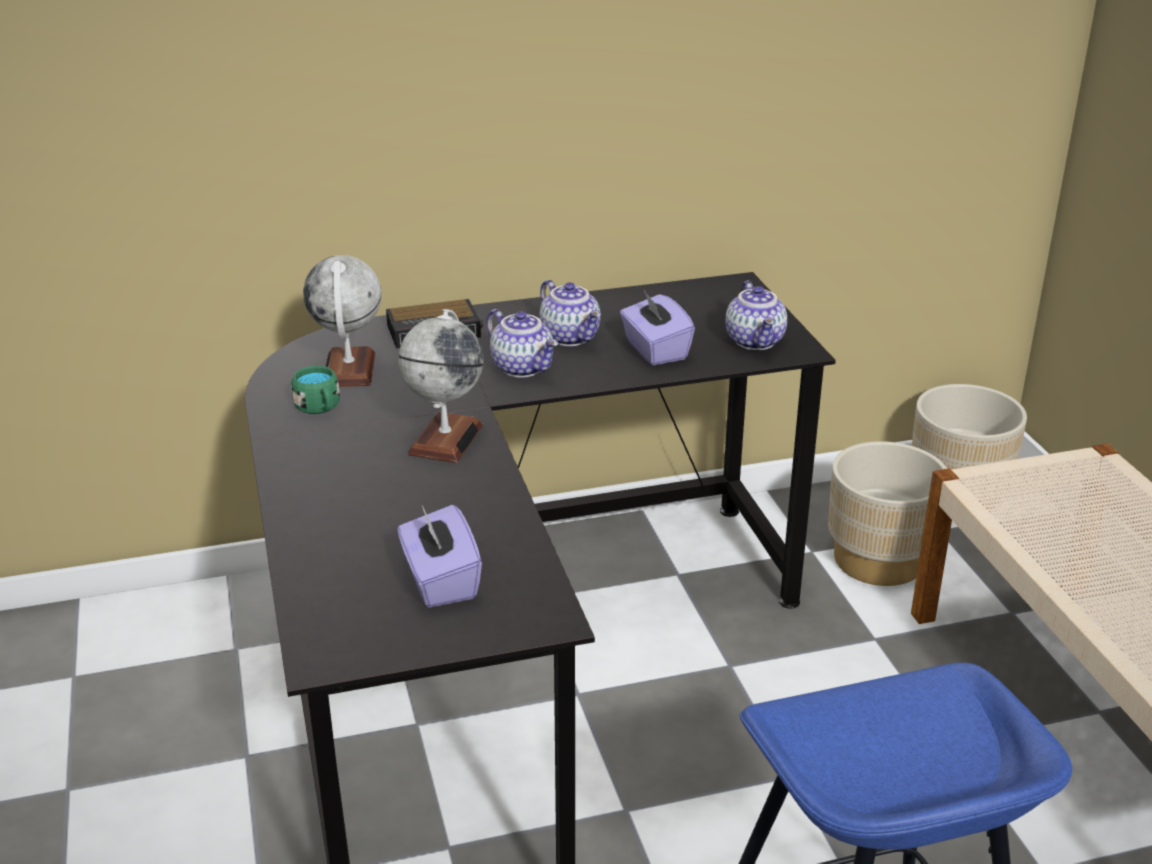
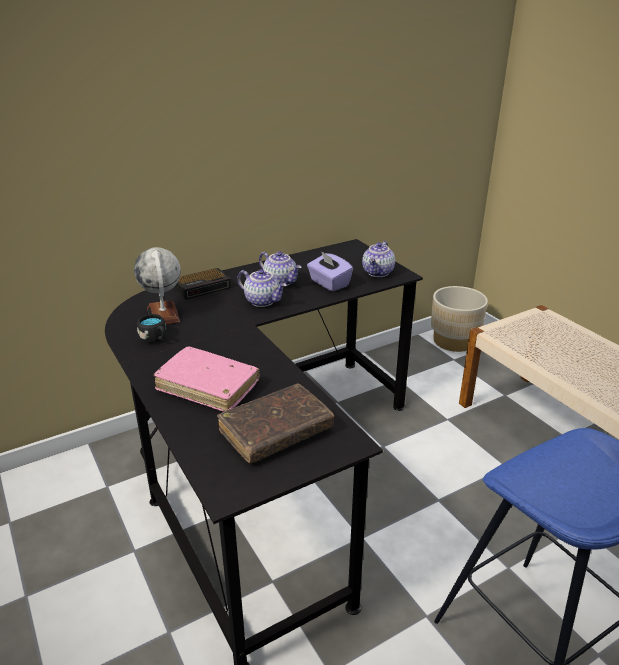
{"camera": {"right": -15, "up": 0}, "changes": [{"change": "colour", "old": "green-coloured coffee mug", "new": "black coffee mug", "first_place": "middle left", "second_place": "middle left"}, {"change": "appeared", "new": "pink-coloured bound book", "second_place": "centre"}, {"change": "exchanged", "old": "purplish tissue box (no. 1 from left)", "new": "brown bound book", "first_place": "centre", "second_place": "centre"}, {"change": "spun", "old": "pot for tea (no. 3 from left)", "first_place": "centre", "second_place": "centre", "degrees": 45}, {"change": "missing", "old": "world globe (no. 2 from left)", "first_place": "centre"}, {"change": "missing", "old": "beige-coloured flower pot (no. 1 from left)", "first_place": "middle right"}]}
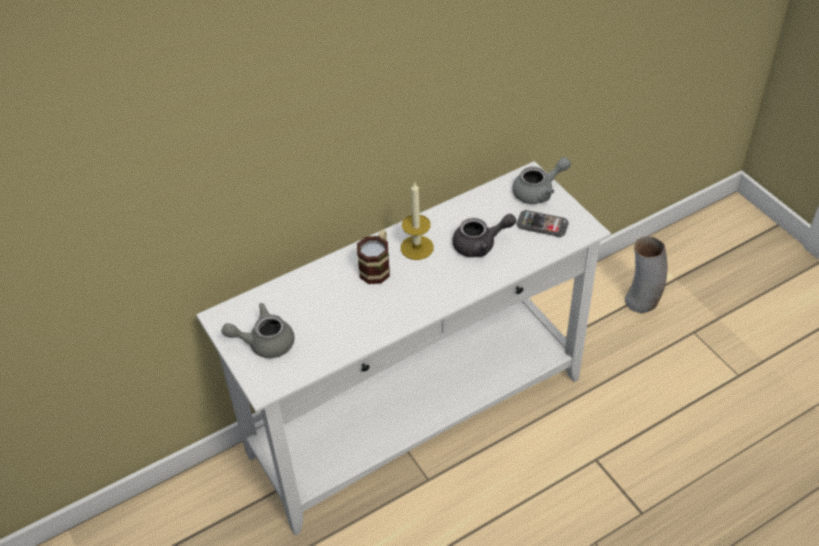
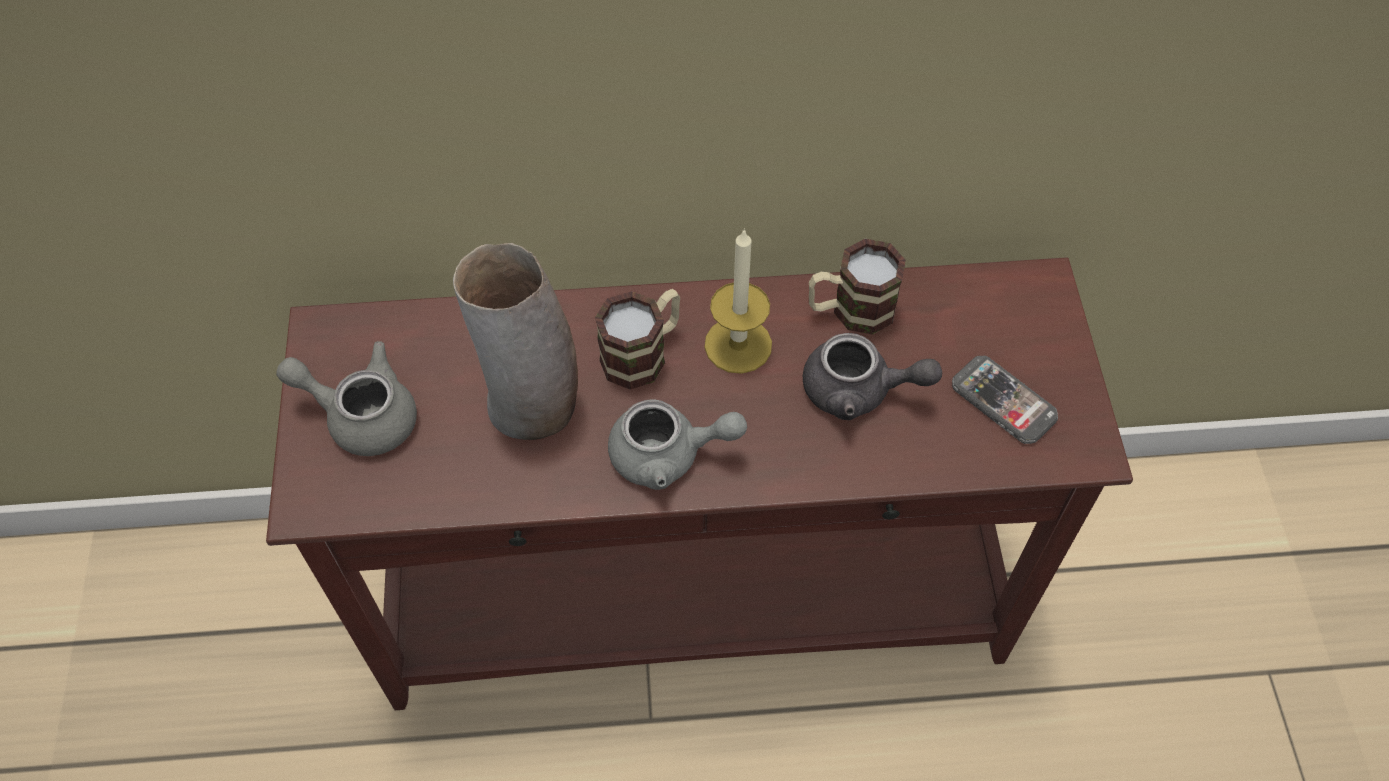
{"camera": {"right": 25, "up": 10}, "changes": [{"change": "colour", "old": "white-coloured hall table", "new": "brown hall table", "first_place": "centre", "second_place": "centre"}, {"change": "relocated", "old": "decorative vase", "first_place": "middle right", "second_place": "centre"}, {"change": "relocated", "old": "greyish pot for tea (no. 3 from left in the first image)", "new": "greyish pot for tea (no. 2 from left)", "first_place": "top centre", "second_place": "centre"}, {"change": "appeared", "new": "coffee mug (no. 2 from left)", "second_place": "centre"}]}
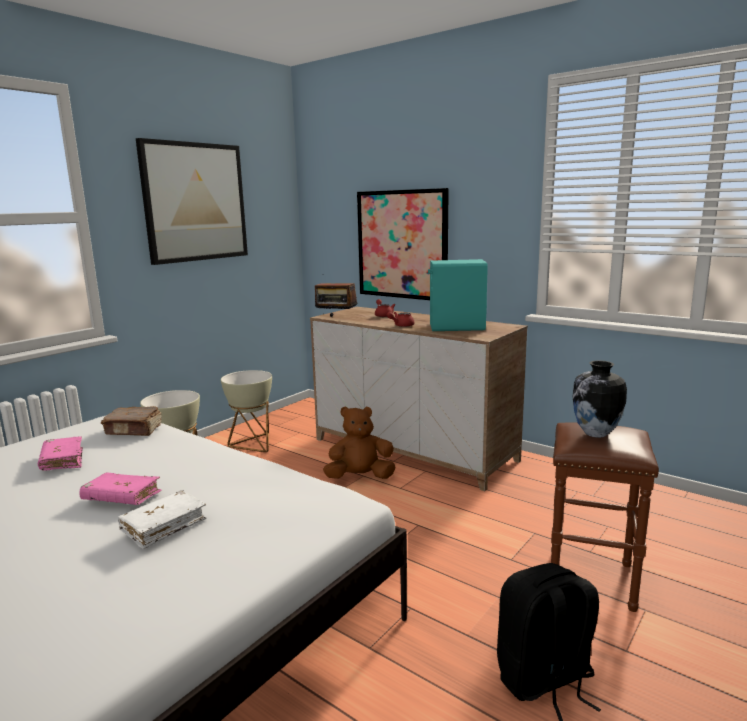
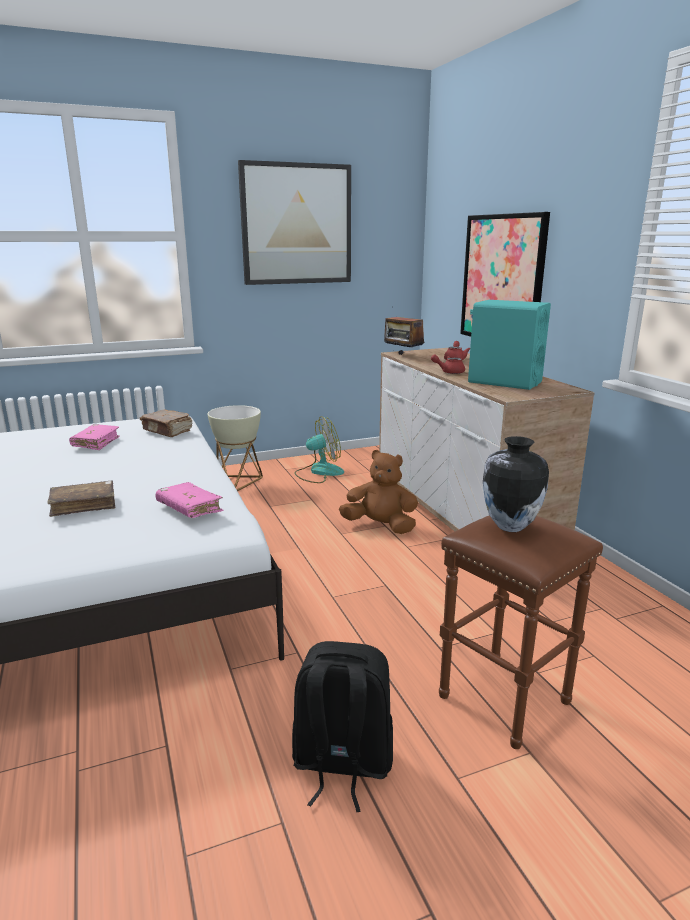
{"camera": {"right": 30, "up": 5}, "changes": [{"change": "colour", "old": "white-coloured bound book", "new": "brown bound book (no. 1 from left)", "first_place": "bottom left", "second_place": "middle left"}, {"change": "relocated", "old": "pink-coloured bound book (no. 2 from left)", "first_place": "bottom left", "second_place": "middle left"}, {"change": "exchanged", "old": "flower pot (no. 2 from left)", "new": "cooling fan", "first_place": "middle left", "second_place": "centre"}]}
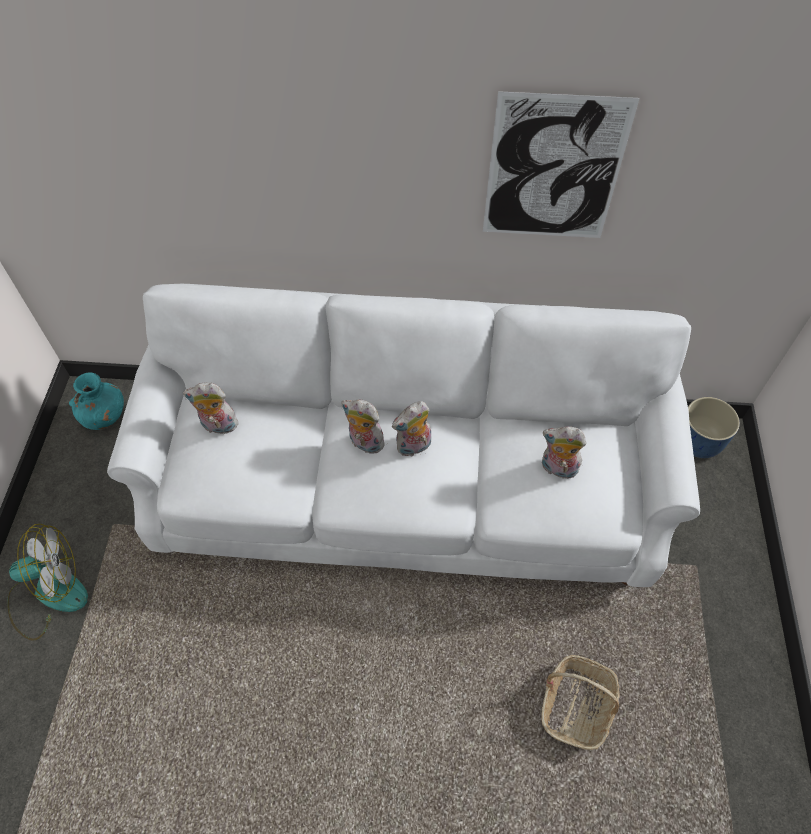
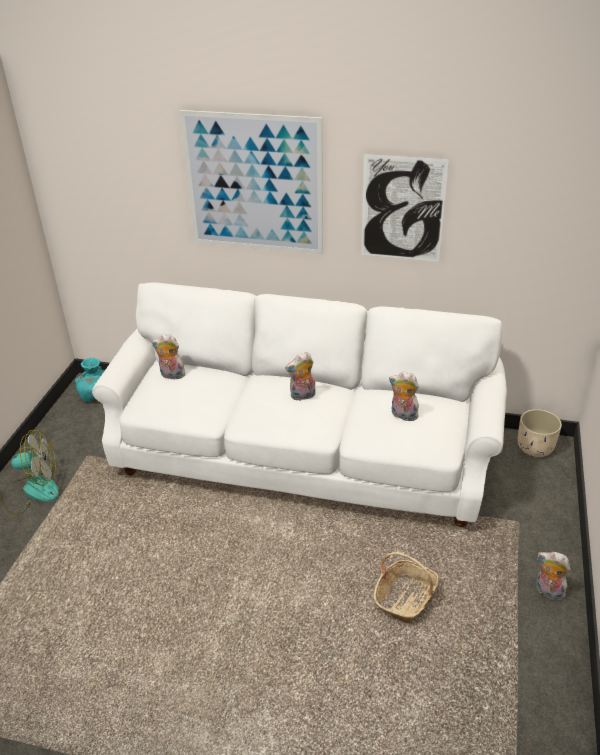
{"camera": {"right": 10, "up": -20}, "changes": [{"change": "appeared", "new": "wall art (no. 1 from left)", "second_place": "top centre"}, {"change": "colour", "old": "blue flower pot", "new": "beige-coloured flower pot", "first_place": "middle right", "second_place": "middle right"}, {"change": "relocated", "old": "cuddly toy (no. 2 from left in the first image)", "new": "cuddly toy (no. 4 from left)", "first_place": "centre", "second_place": "bottom right"}]}
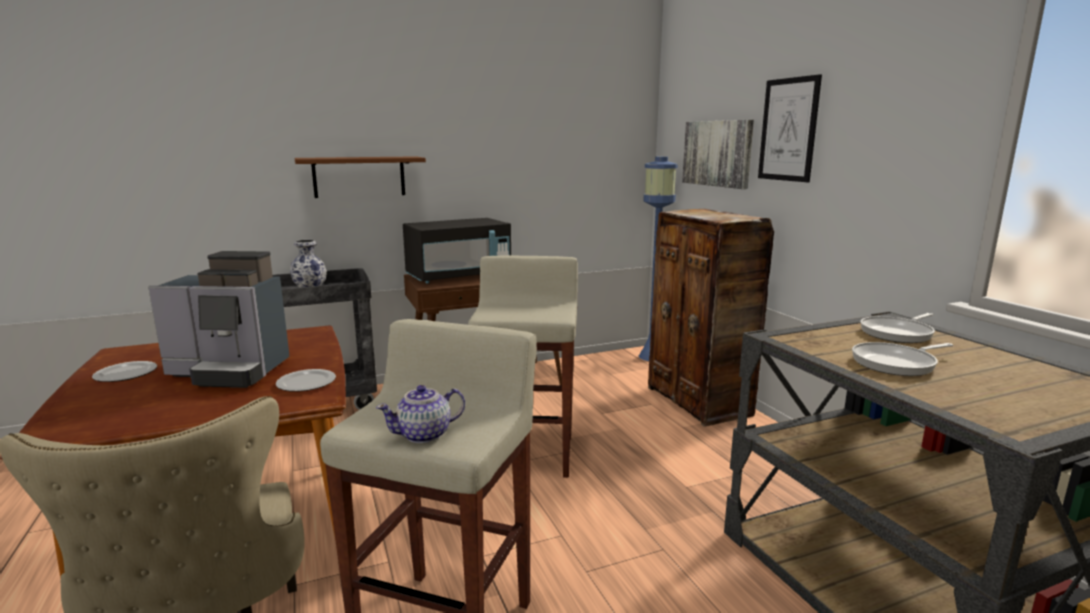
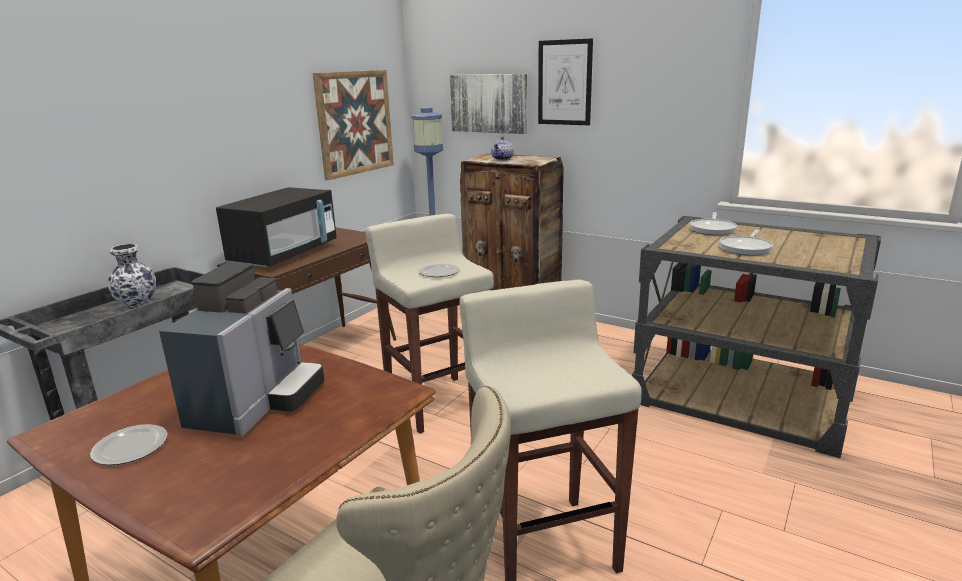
{"camera": {"right": -35, "up": 5}, "changes": [{"change": "spun", "old": "coffee maker", "first_place": "middle left", "second_place": "middle left", "degrees": -45}, {"change": "appeared", "new": "wall art (no. 1 from left)", "second_place": "top centre"}, {"change": "relocated", "old": "plate (no. 2 from left)", "first_place": "middle left", "second_place": "centre"}, {"change": "relocated", "old": "pot for tea", "first_place": "bottom centre", "second_place": "top centre"}, {"change": "missing", "old": "brown bracket shelf", "first_place": "top left"}]}
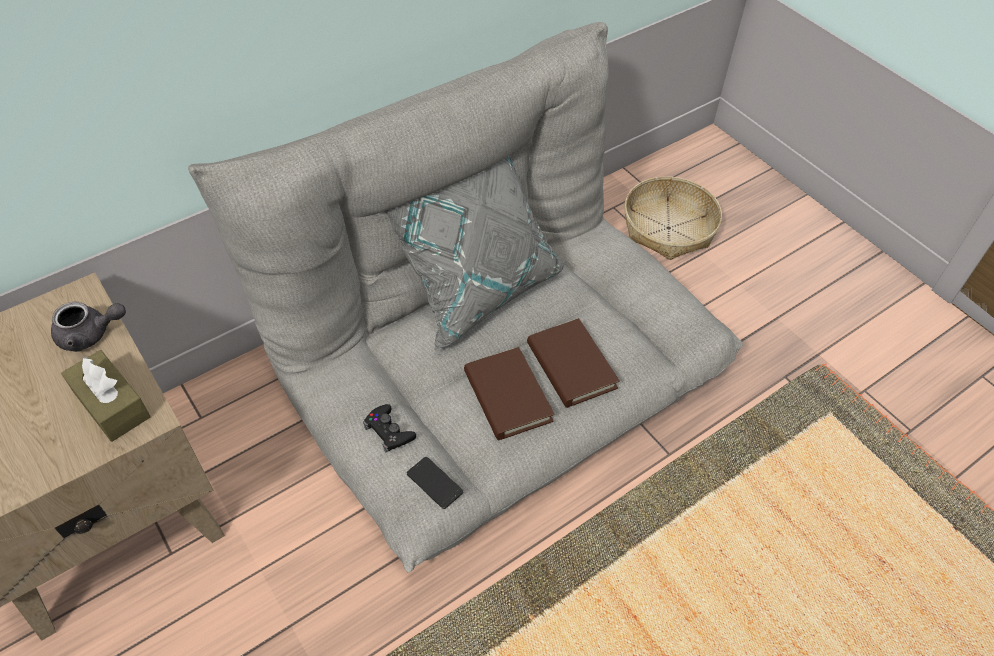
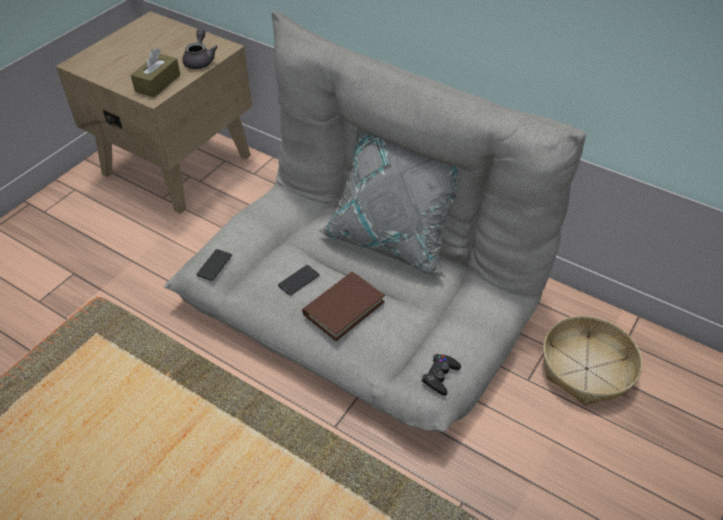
{"camera": {"right": 70, "up": -5}, "changes": [{"change": "spun", "old": "greyish pot for tea", "first_place": "middle left", "second_place": "top left", "degrees": -150}, {"change": "exchanged", "old": "brown bound book (no. 1 from left)", "new": "telephone (no. 2 from left)", "first_place": "centre", "second_place": "centre"}, {"change": "relocated", "old": "black joypad", "first_place": "centre", "second_place": "bottom centre"}]}
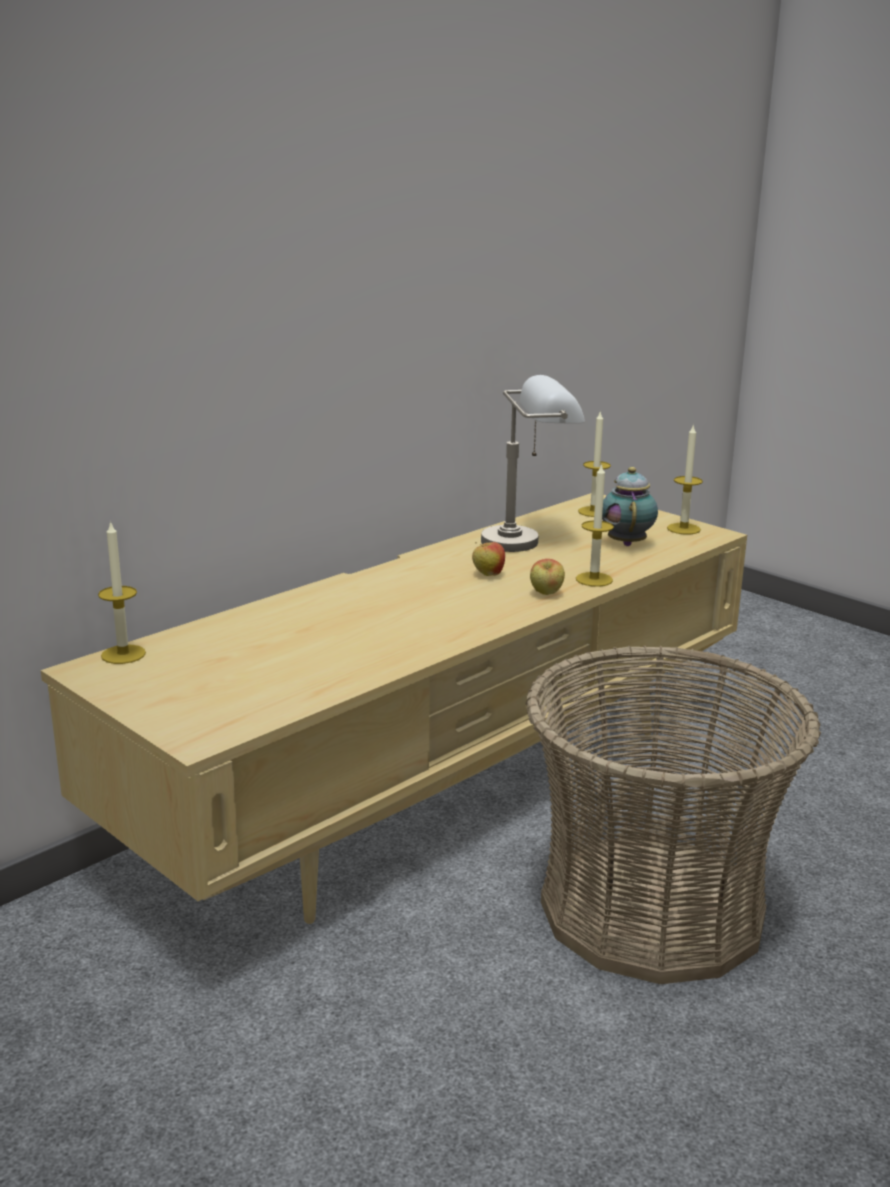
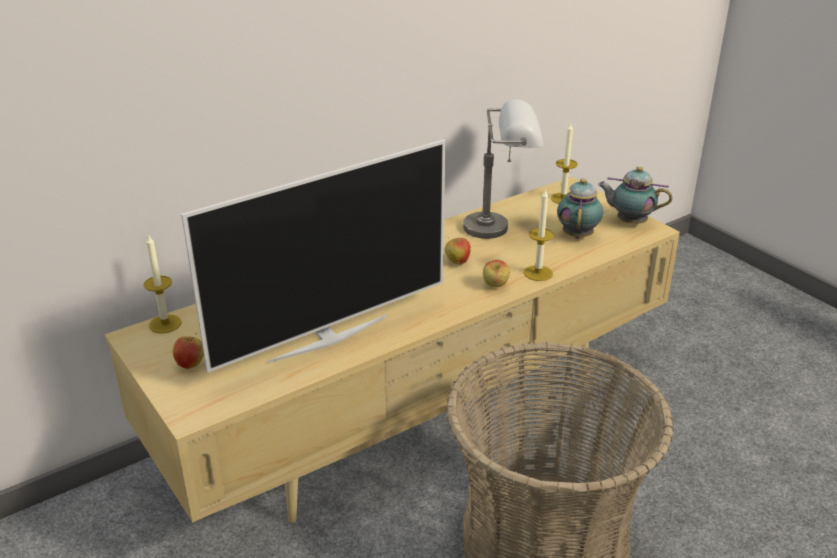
{"camera": {"right": 10, "up": 10}, "changes": [{"change": "appeared", "new": "whole apple (no. 1 from left)", "second_place": "middle left"}, {"change": "appeared", "new": "TV set", "second_place": "centre"}, {"change": "exchanged", "old": "wax candle (no. 4 from left)", "new": "pot for tea (no. 2 from left)", "first_place": "middle right", "second_place": "middle right"}]}
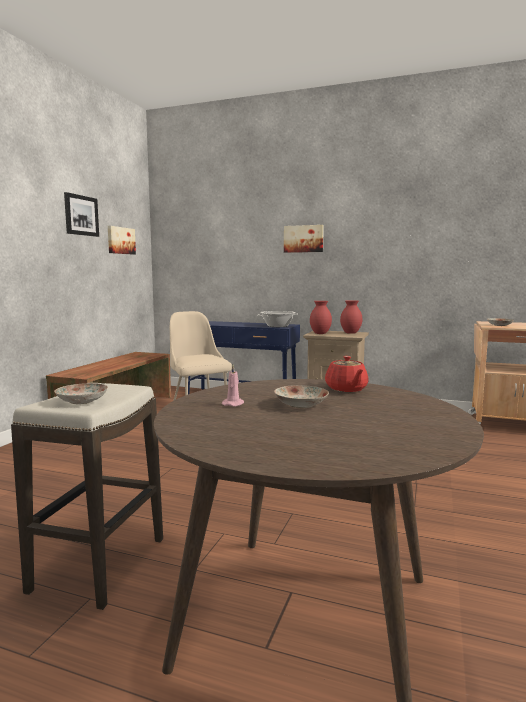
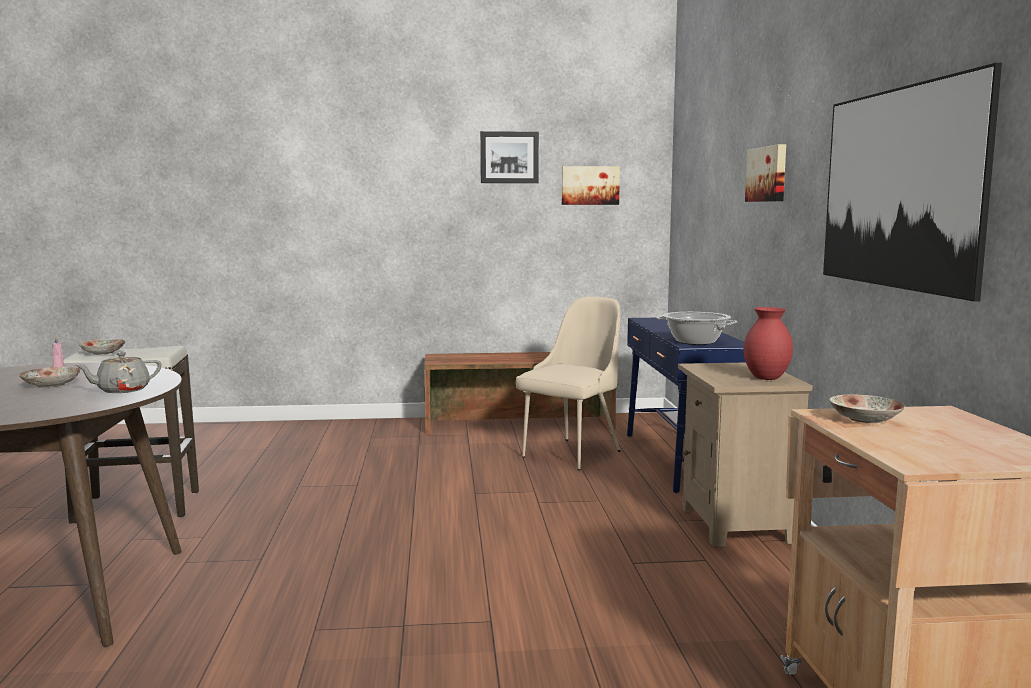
{"camera": {"right": 65, "up": 0}, "changes": [{"change": "colour", "old": "red-coloured pot for tea", "new": "greyish pot for tea", "first_place": "centre", "second_place": "middle left"}, {"change": "appeared", "new": "wall art (no. 4 from left)", "second_place": "top right"}, {"change": "missing", "old": "red-coloured decorative vase (no. 1 from left)", "first_place": "centre"}]}
